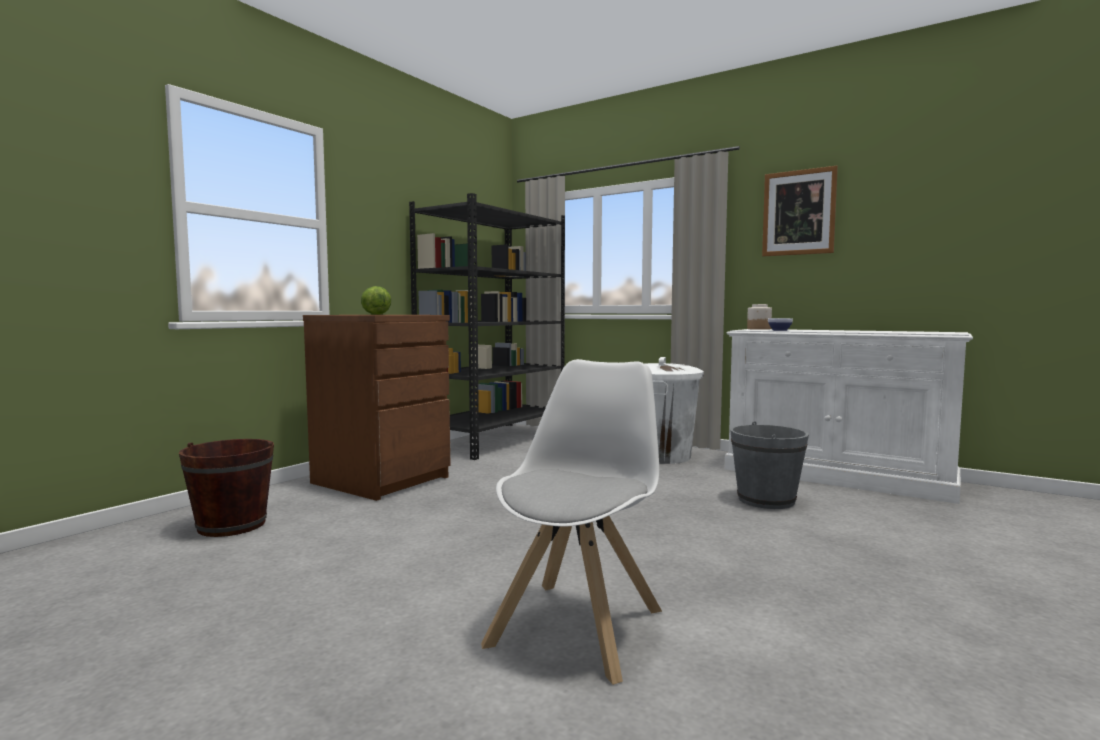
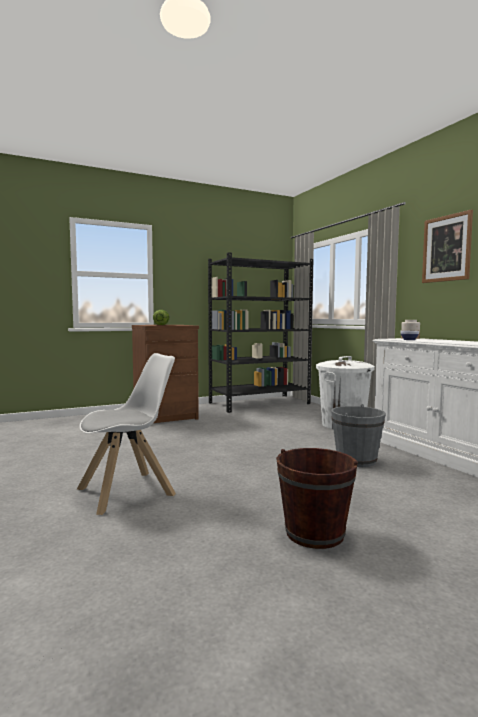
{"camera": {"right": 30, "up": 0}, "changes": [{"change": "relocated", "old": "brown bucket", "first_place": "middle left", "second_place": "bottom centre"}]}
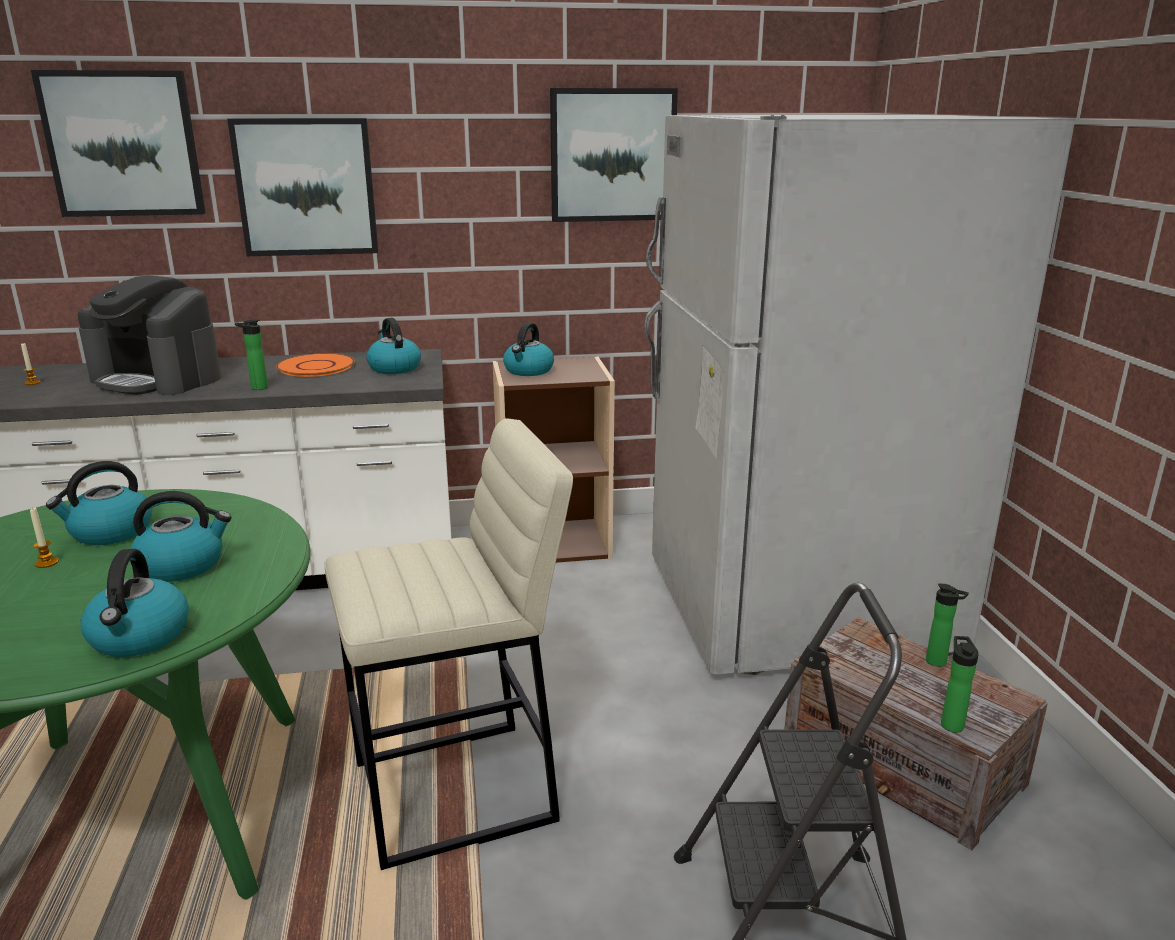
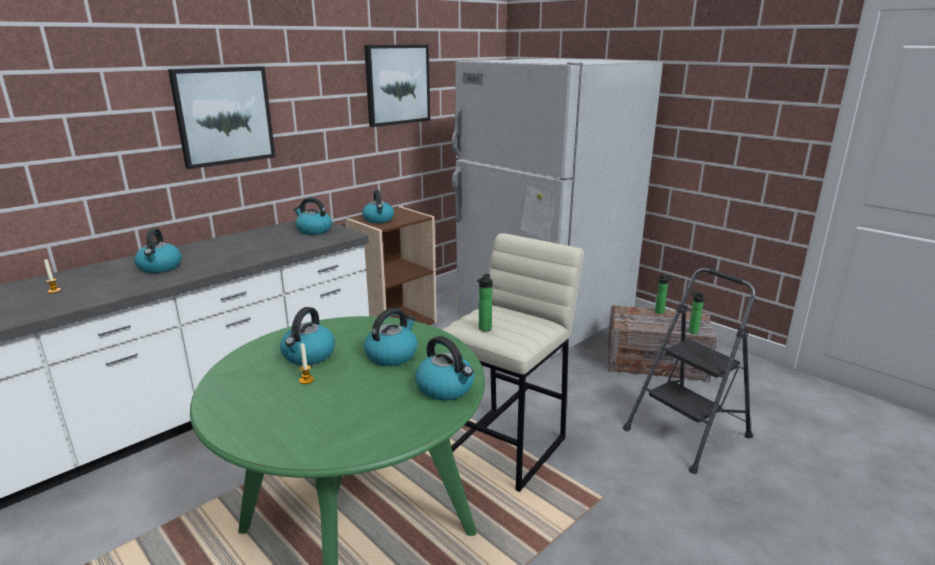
{"camera": {"right": -35, "up": 0}, "changes": [{"change": "exchanged", "old": "coffee maker", "new": "tea kettle (no. 1 from left)", "first_place": "middle left", "second_place": "middle left"}, {"change": "relocated", "old": "bottle (no. 1 from left)", "first_place": "middle left", "second_place": "centre"}, {"change": "missing", "old": "wall art (no. 1 from left)", "first_place": "top left"}, {"change": "missing", "old": "orangey plate", "first_place": "middle left"}]}
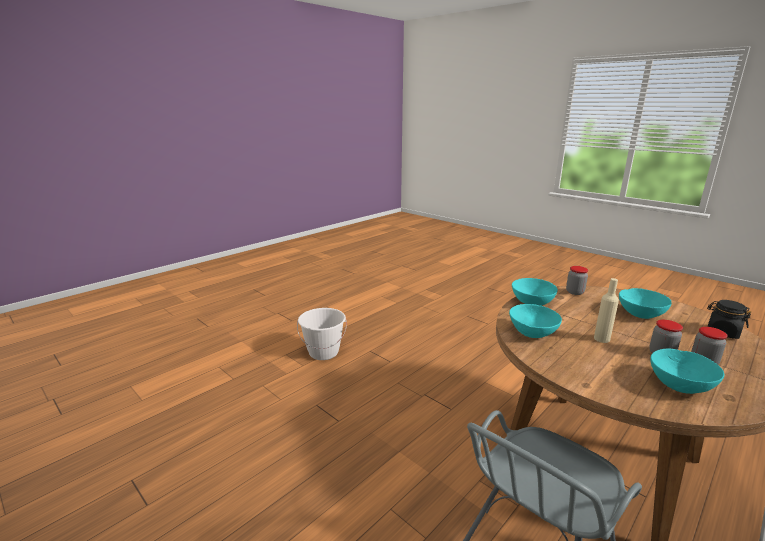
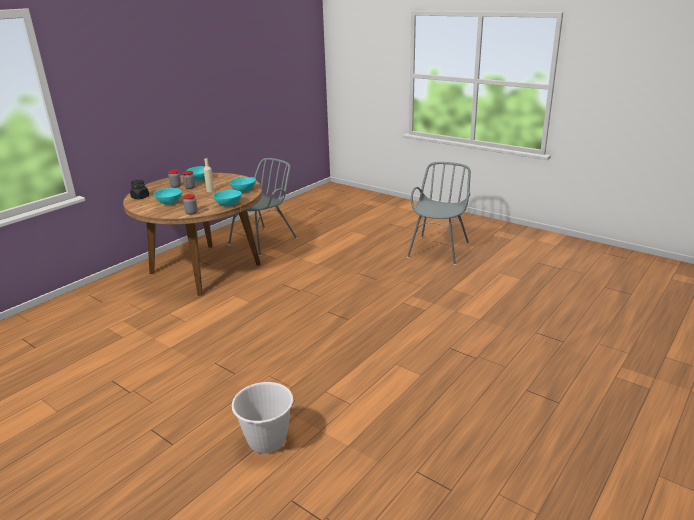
{"camera": {"right": 175, "up": 5}, "changes": [{"change": "relocated", "old": "white-coloured bucket", "first_place": "centre", "second_place": "bottom centre"}, {"change": "appeared", "new": "greyish upright chair (no. 2 from left)", "second_place": "centre"}]}
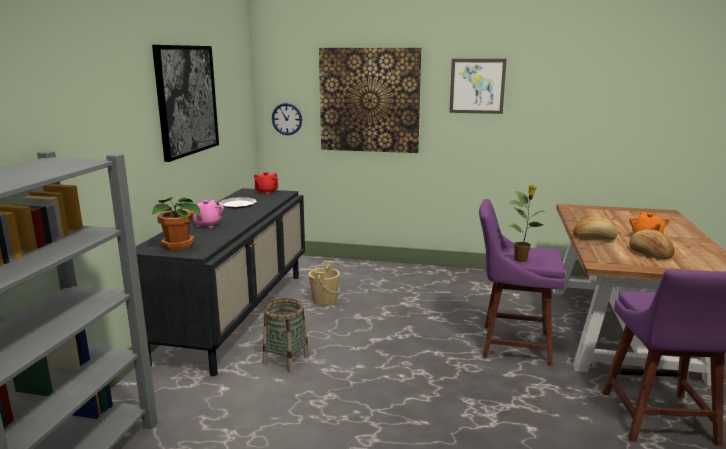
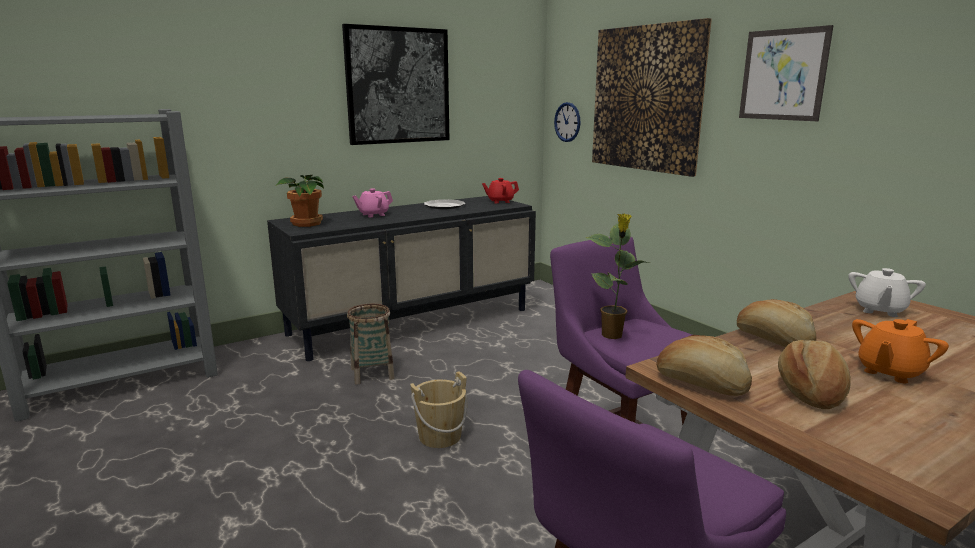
{"camera": {"right": 45, "up": 0}, "changes": [{"change": "relocated", "old": "beige-coloured bucket", "first_place": "centre", "second_place": "bottom centre"}, {"change": "appeared", "new": "baked bread (no. 1 from left)", "second_place": "middle right"}, {"change": "appeared", "new": "white-coloured pot for tea", "second_place": "middle right"}]}
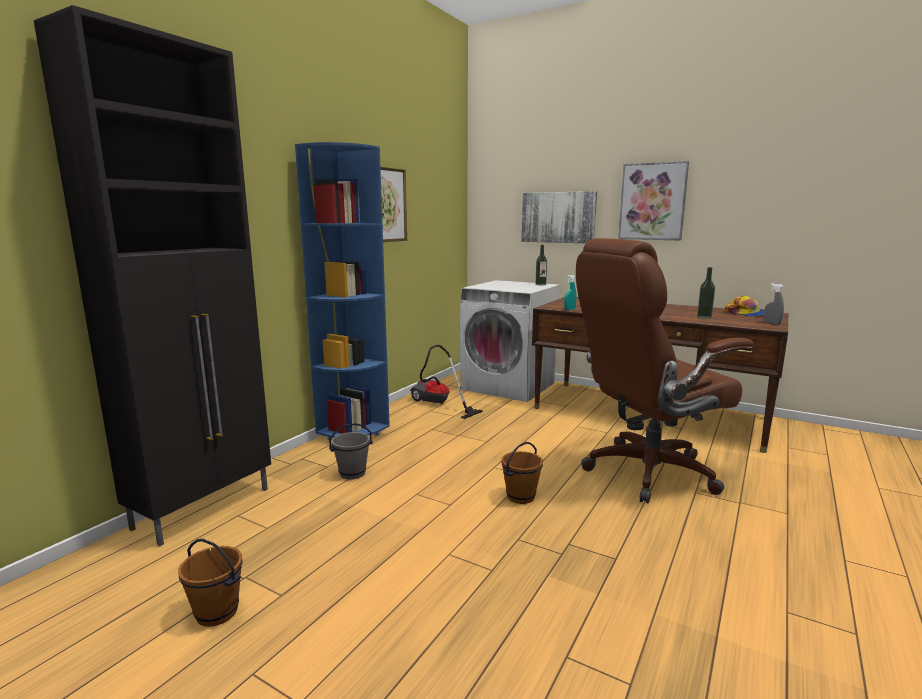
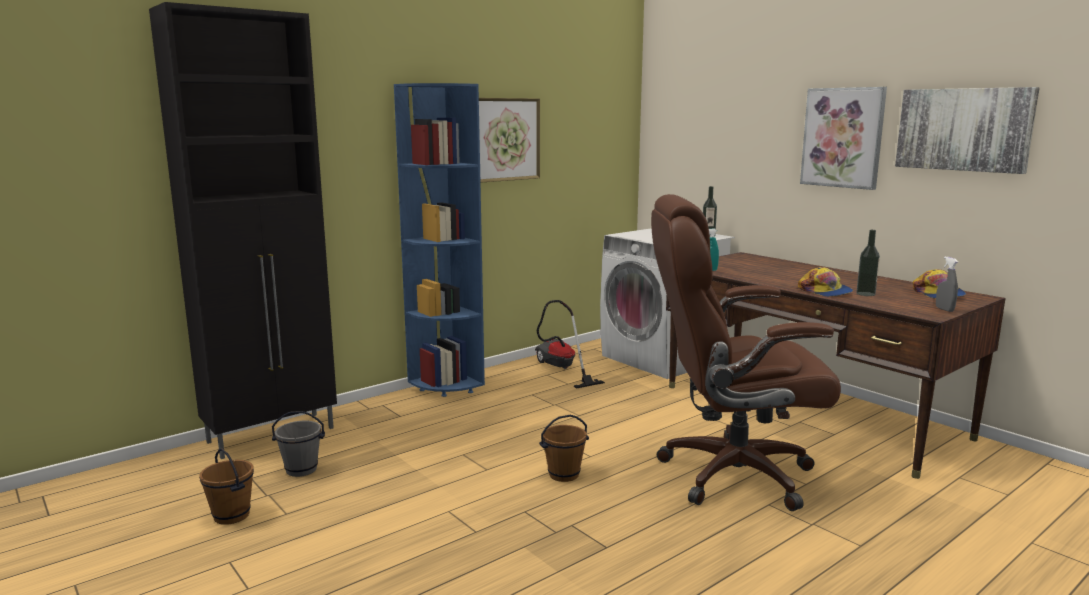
{"camera": {"right": 20, "up": 0}, "changes": [{"change": "relocated", "old": "greyish bucket", "first_place": "centre", "second_place": "bottom left"}, {"change": "appeared", "new": "cap (no. 1 from left)", "second_place": "middle right"}, {"change": "relocated", "old": "wall art (no. 2 from left in the first image)", "new": "wall art (no. 3 from left)", "first_place": "top centre", "second_place": "top right"}]}
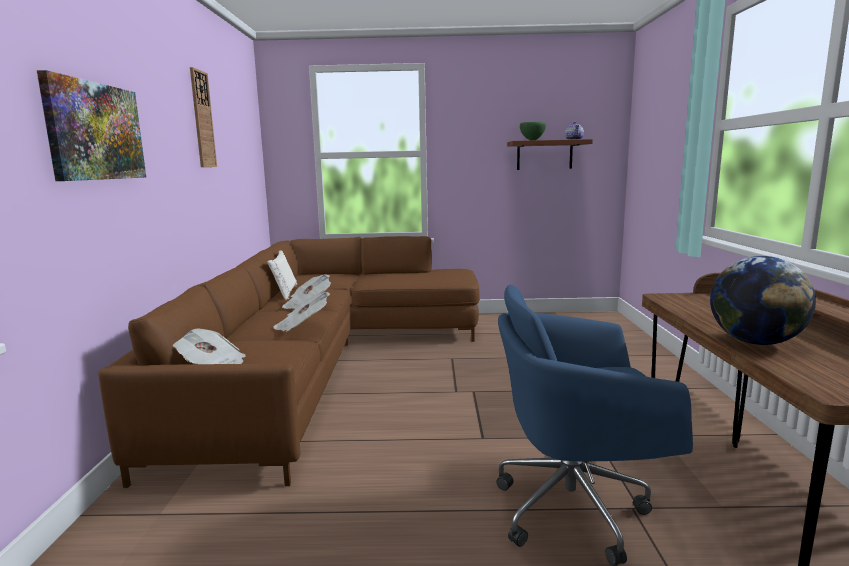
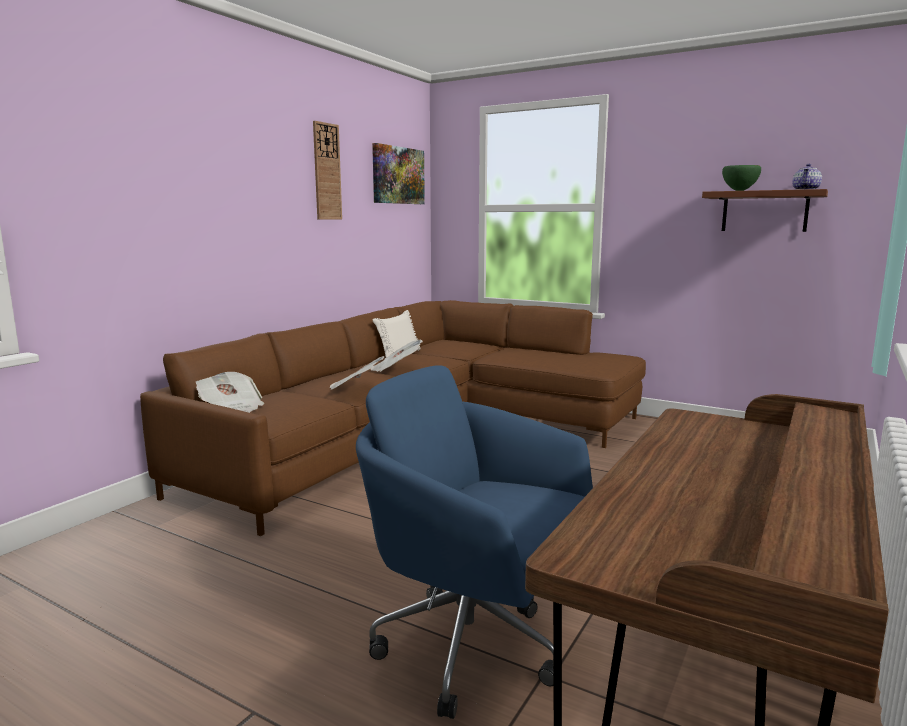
{"camera": {"right": 30, "up": 0}, "changes": [{"change": "relocated", "old": "wall art", "first_place": "top left", "second_place": "top centre"}, {"change": "missing", "old": "world globe", "first_place": "middle right"}]}
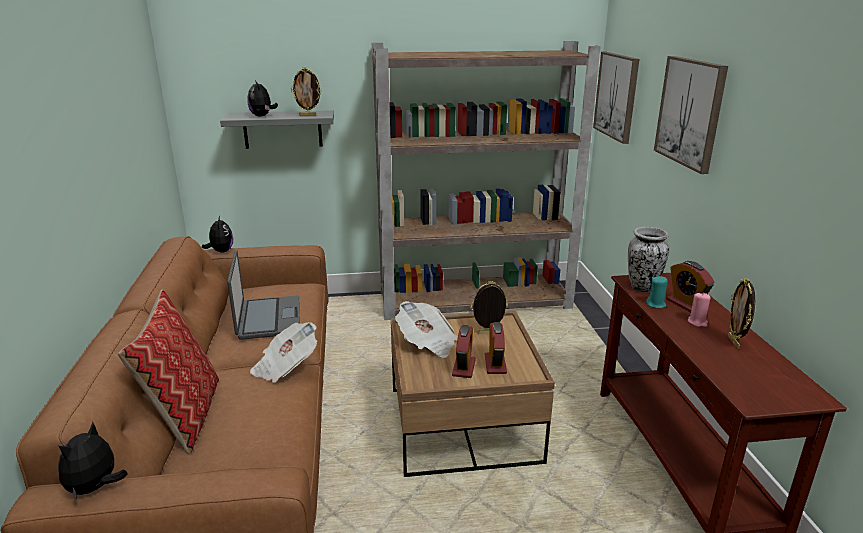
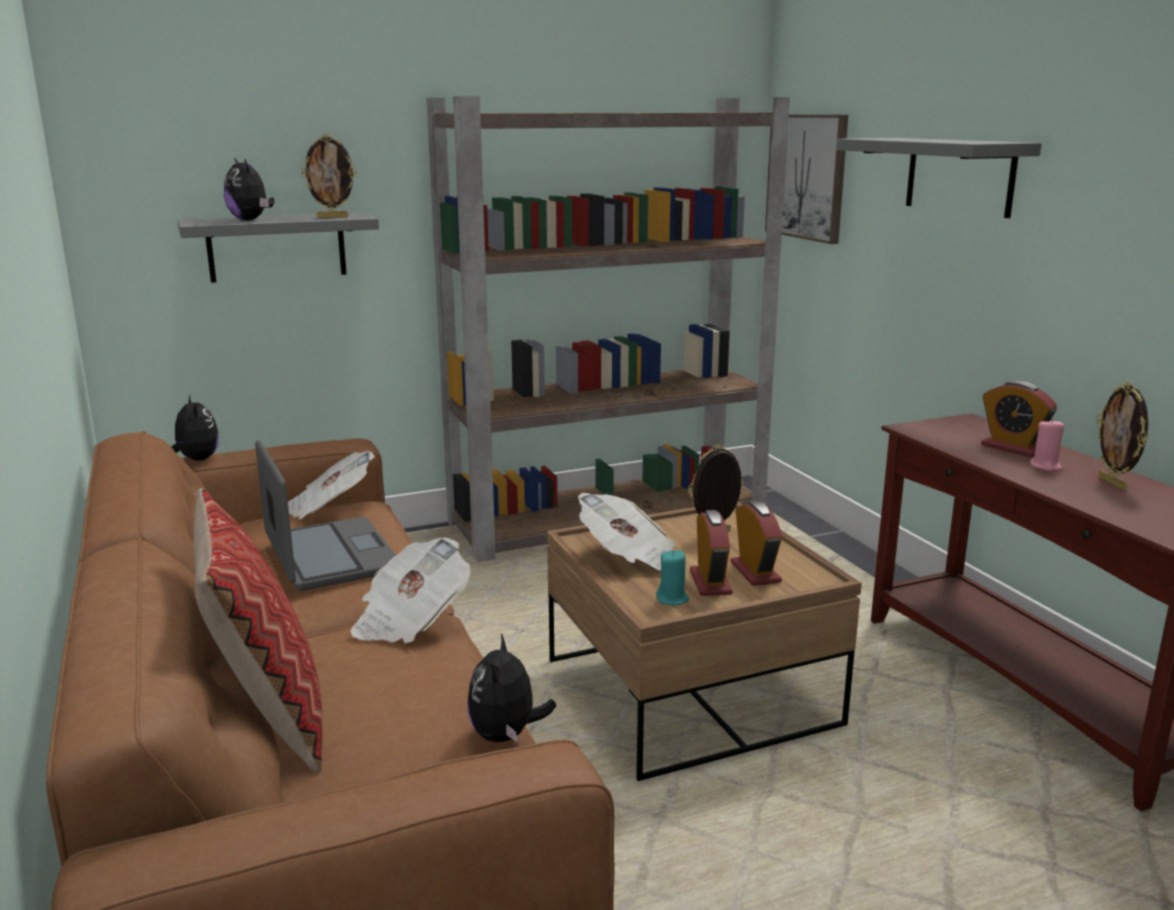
{"camera": {"right": -15, "up": -5}, "changes": [{"change": "appeared", "new": "newspaper (no. 1 from left)", "second_place": "middle left"}, {"change": "relocated", "old": "cuddly toy (no. 1 from left in the first image)", "new": "cuddly toy (no. 3 from left)", "first_place": "bottom left", "second_place": "bottom centre"}, {"change": "relocated", "old": "blue-green wax candle", "first_place": "middle right", "second_place": "centre"}, {"change": "exchanged", "old": "wall art (no. 2 from left)", "new": "greyish bracket shelf (no. 2 from left)", "first_place": "top right", "second_place": "top right"}, {"change": "missing", "old": "decorative vase", "first_place": "middle right"}]}
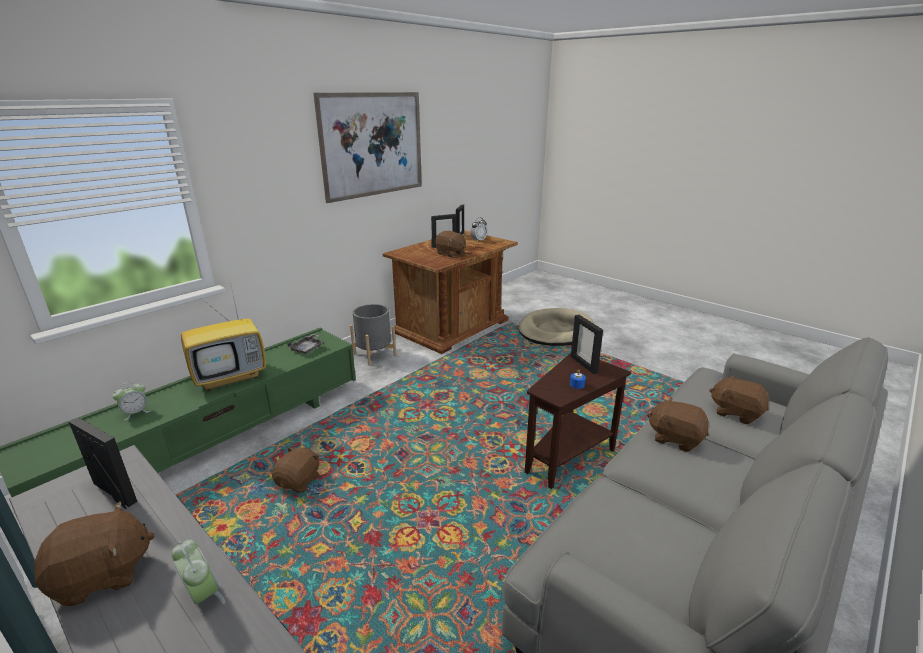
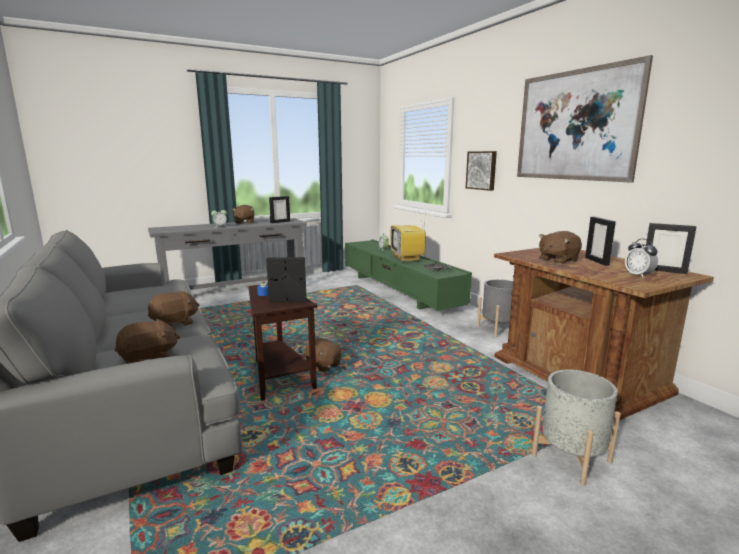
{"camera": {"right": 110, "up": -10}, "changes": [{"change": "relocated", "old": "brown cuddly toy (no. 2 from left in the first image)", "new": "brown cuddly toy (no. 4 from left)", "first_place": "bottom left", "second_place": "centre"}, {"change": "appeared", "new": "wall art (no. 1 from left)", "second_place": "top centre"}, {"change": "exchanged", "old": "beige-coloured pet bed", "new": "greyish flower pot (no. 2 from left)", "first_place": "centre", "second_place": "bottom right"}]}
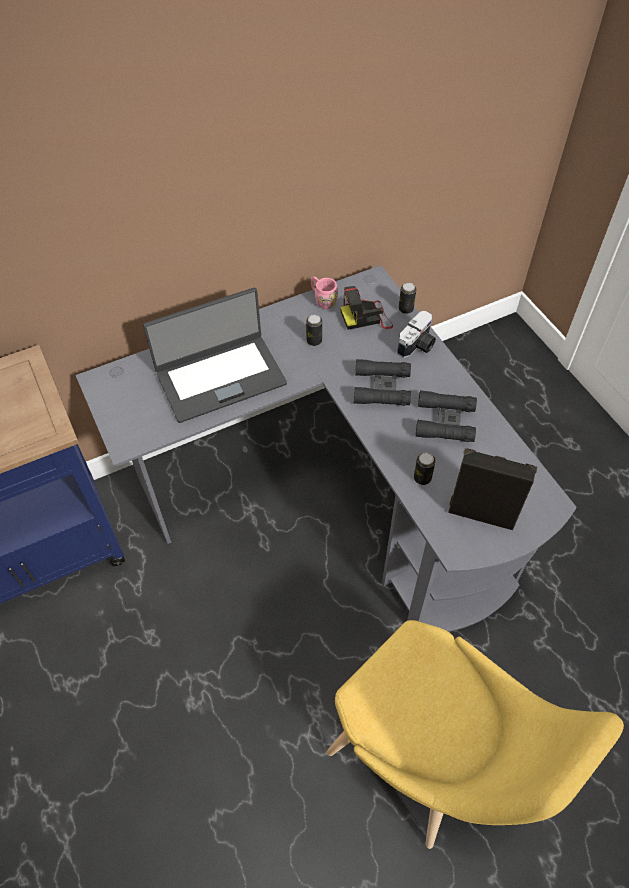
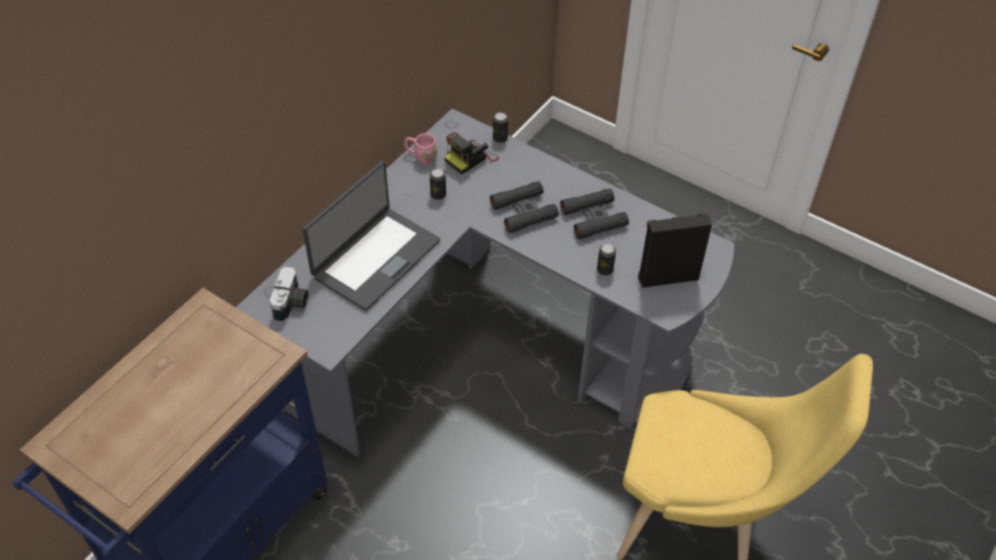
{"camera": {"right": -30, "up": -5}, "changes": [{"change": "relocated", "old": "still camera (no. 2 from left in the first image)", "new": "still camera (no. 1 from left)", "first_place": "centre", "second_place": "middle left"}]}
